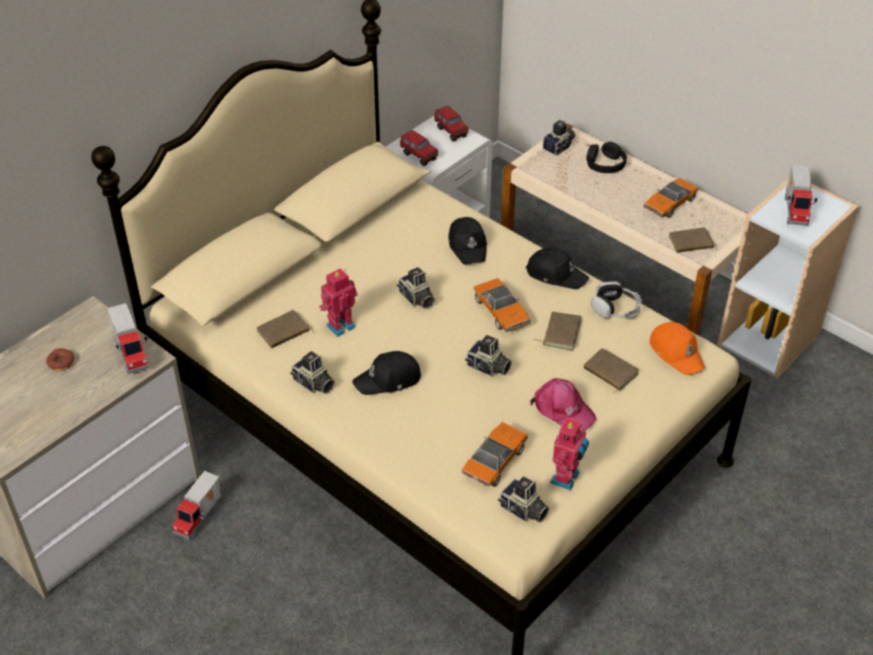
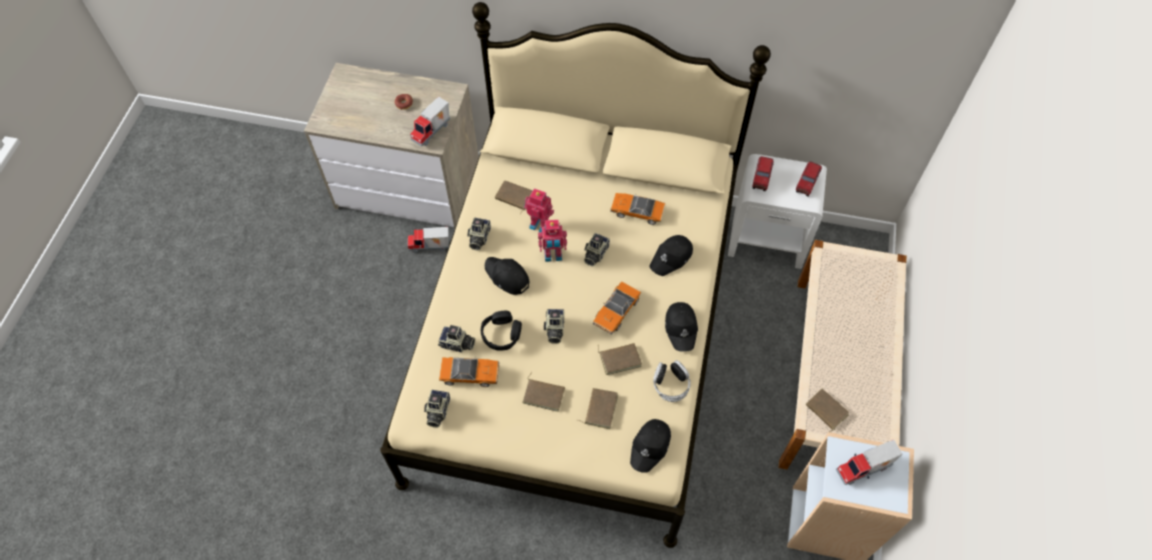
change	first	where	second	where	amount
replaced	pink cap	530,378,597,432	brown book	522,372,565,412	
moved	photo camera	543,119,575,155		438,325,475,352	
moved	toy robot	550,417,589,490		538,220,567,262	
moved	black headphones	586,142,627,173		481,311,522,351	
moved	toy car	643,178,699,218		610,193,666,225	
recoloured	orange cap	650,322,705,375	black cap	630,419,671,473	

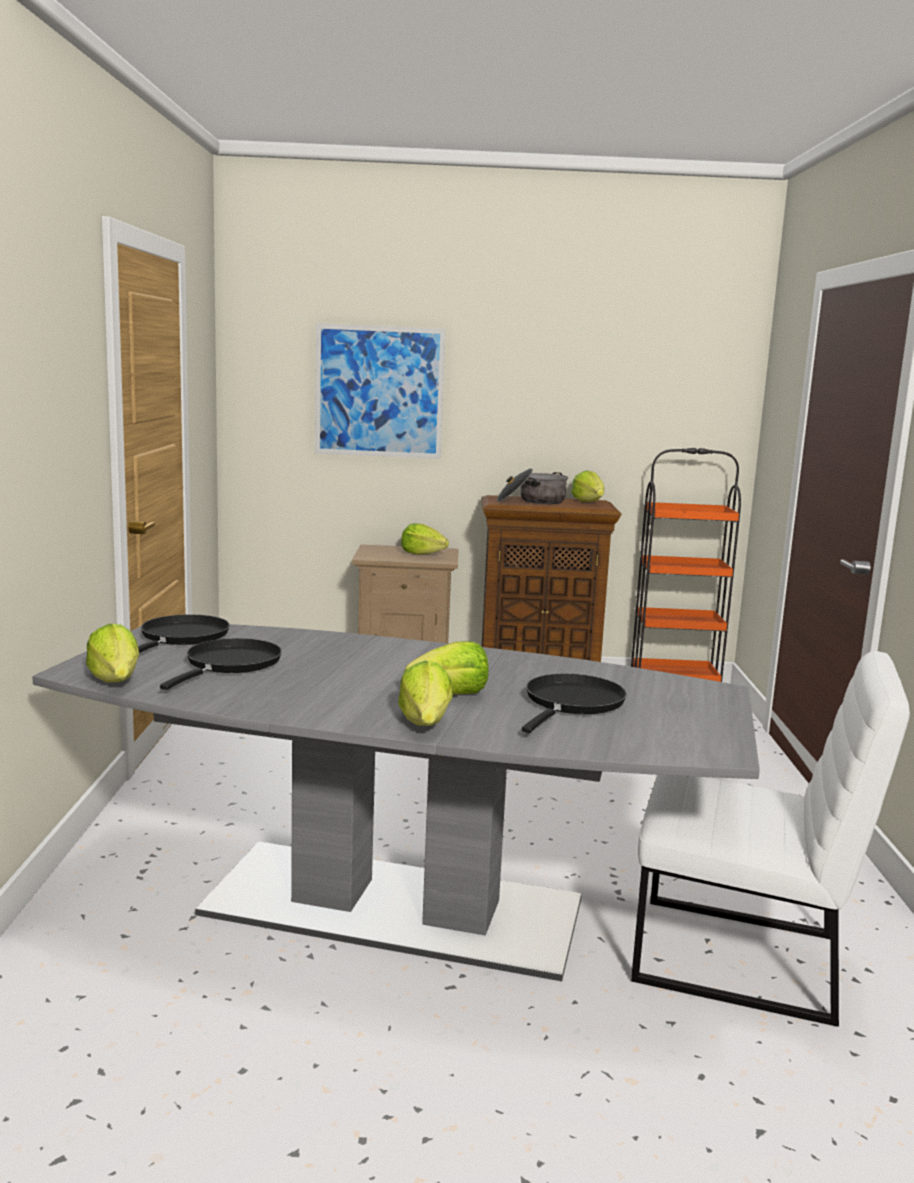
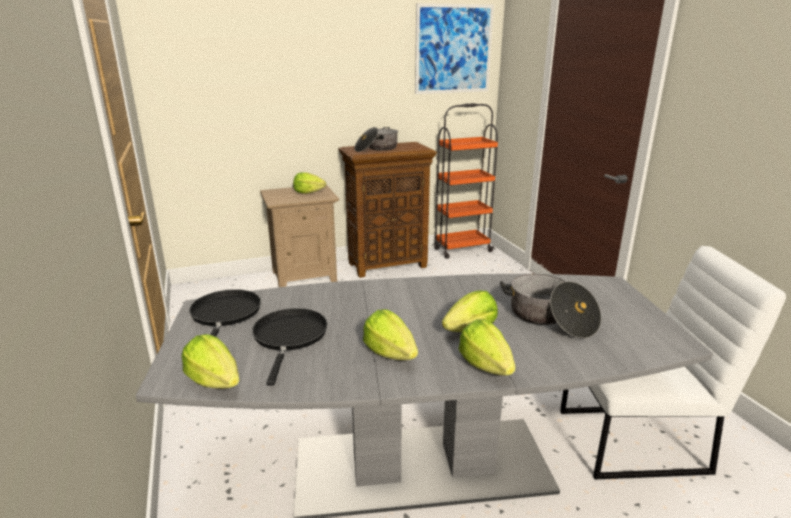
change	first	where	second	where	amount
moved	picture	315,323,446,459		415,3,494,94	
replaced	black frying pan	522,674,627,733	cooking pot	500,274,601,339	
moved	lettuce	571,471,604,502		363,309,418,360	

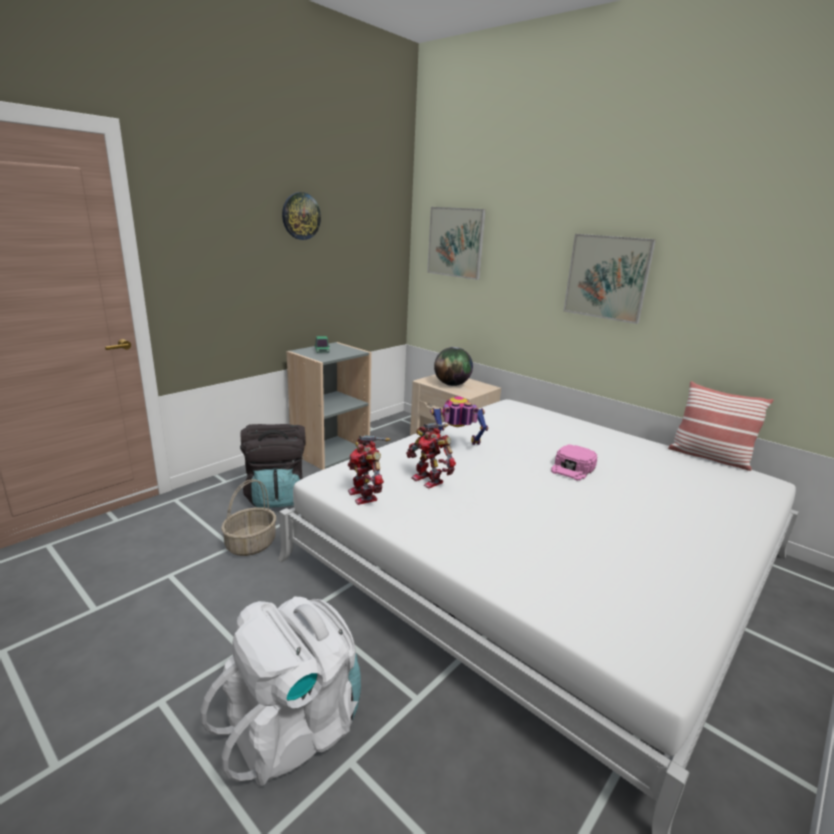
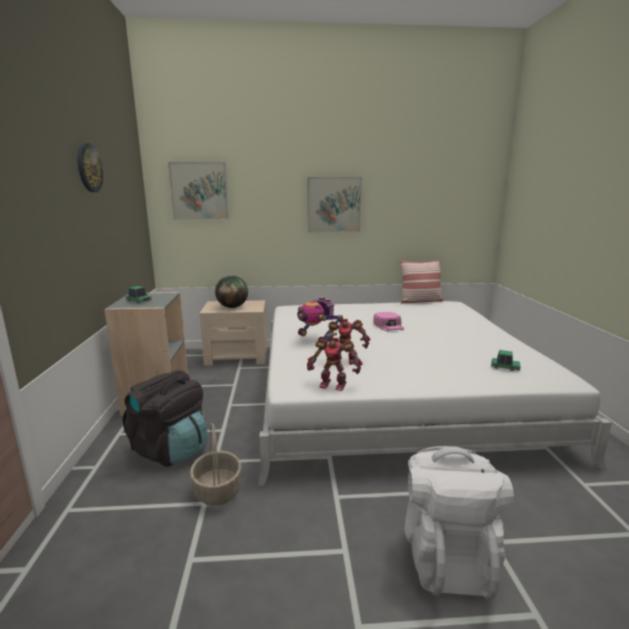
change	first	where	second	where	amount
turned	toy robot	431,396,488,445		297,297,343,340	75 degrees counterclockwise
added			toy car	491,350,520,371	

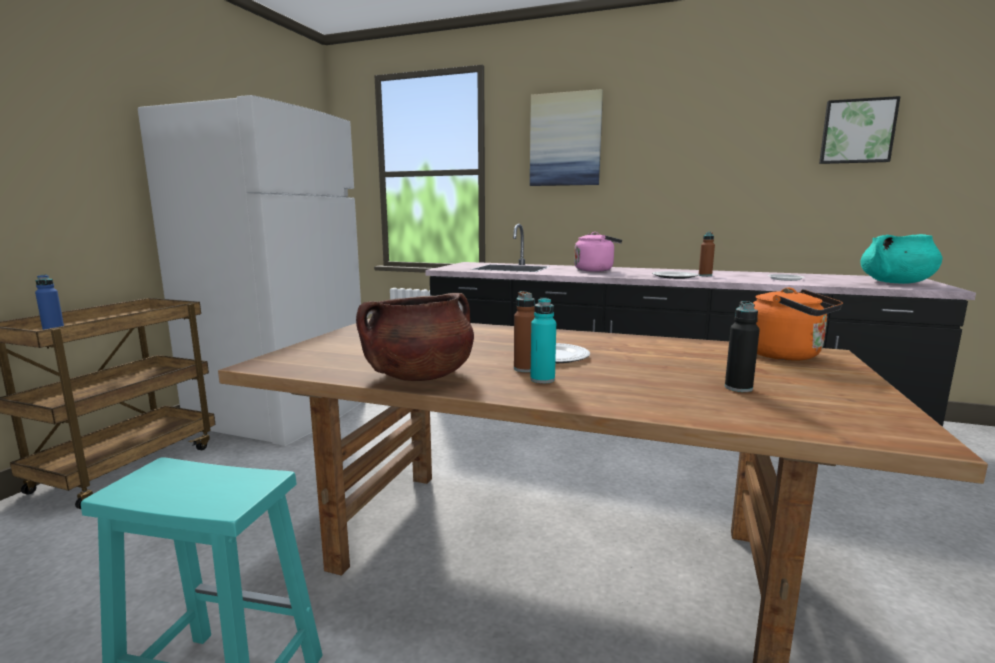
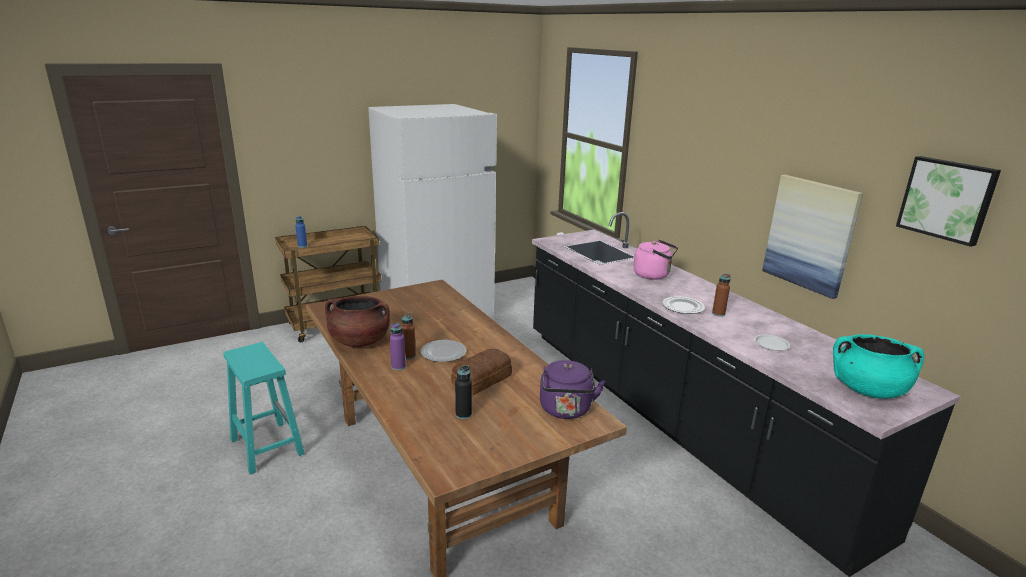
change	first	where	second	where	amount
moved	picture	530,89,603,186		762,175,863,299	
recoloured	turquoise bottle	530,298,556,383	purple bottle	390,323,406,370	
recoloured	orange kettle	753,287,843,361	purple kettle	540,360,605,419	
added			bread	451,349,512,395	

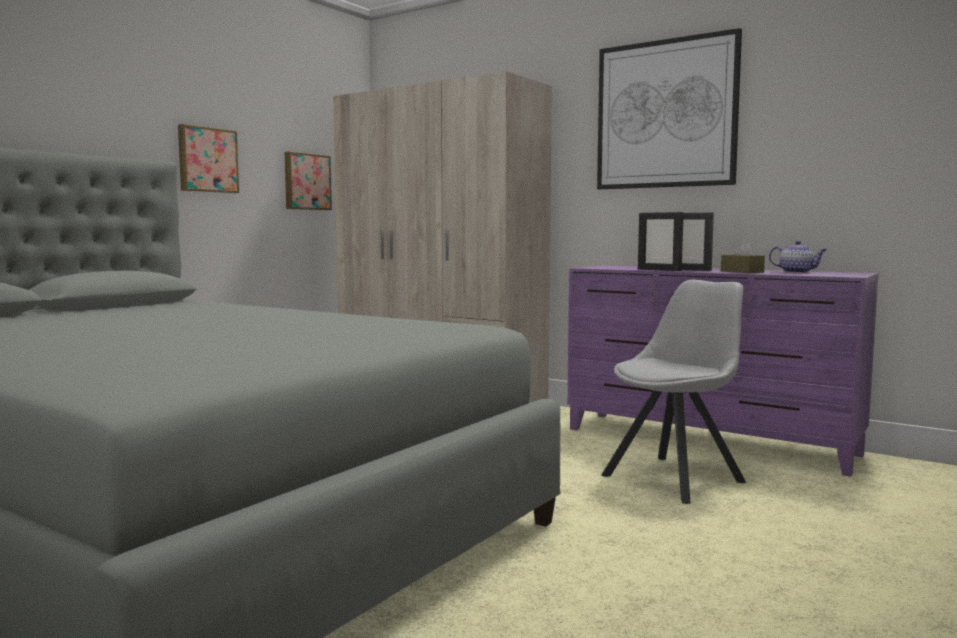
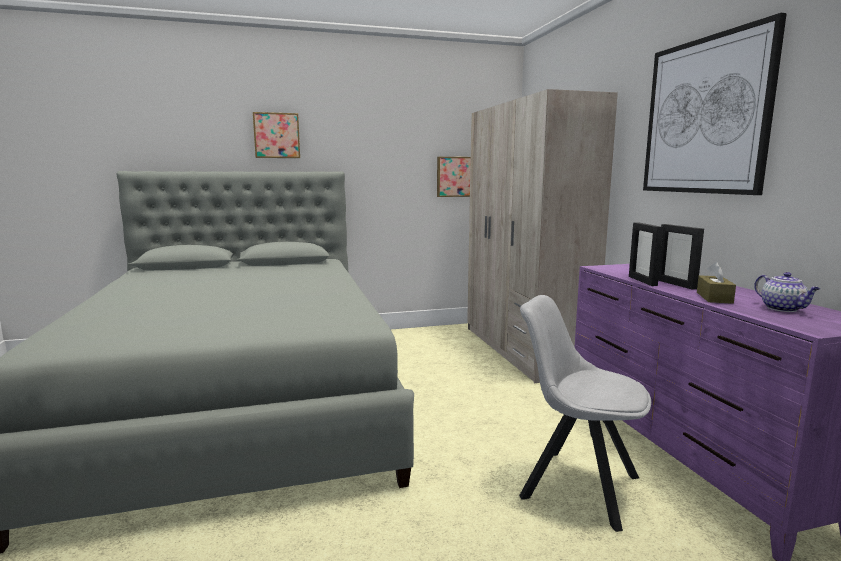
change	first	where	second	where	amount
moved	picture	178,124,239,193		253,112,300,158	
turned	grey chair	602,280,746,504		519,295,651,532	150 degrees counterclockwise

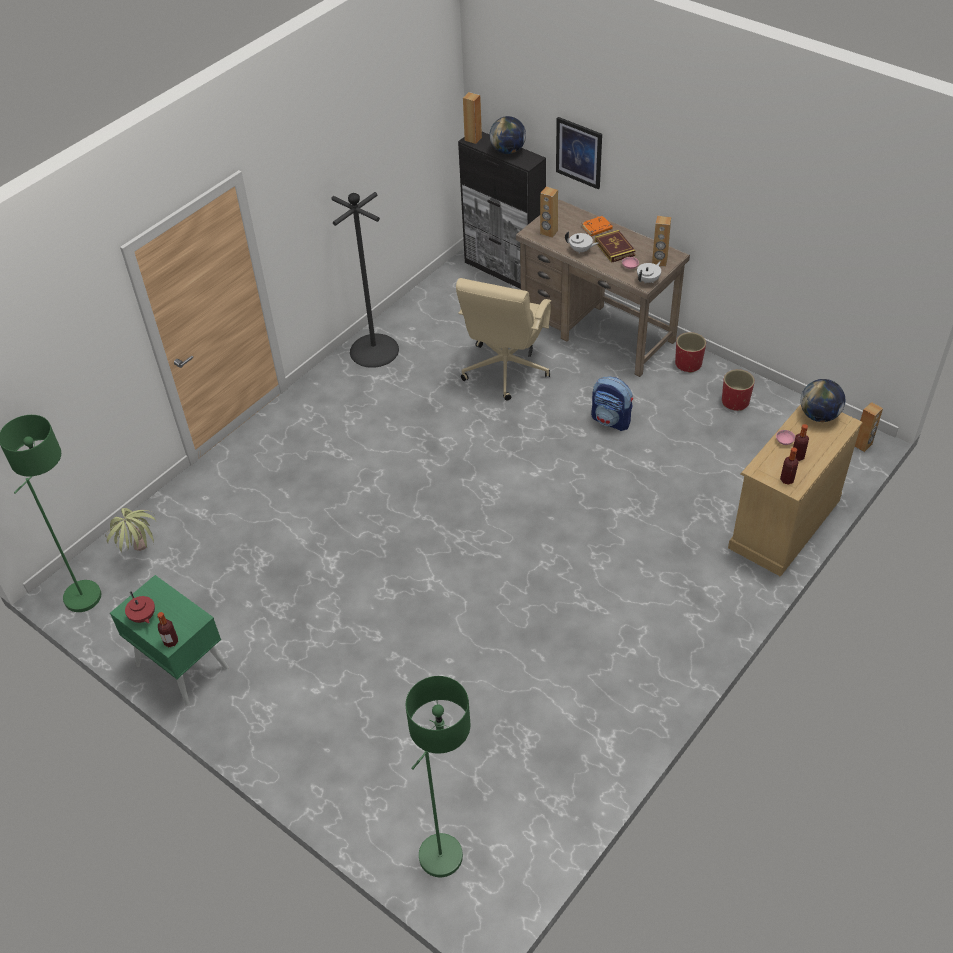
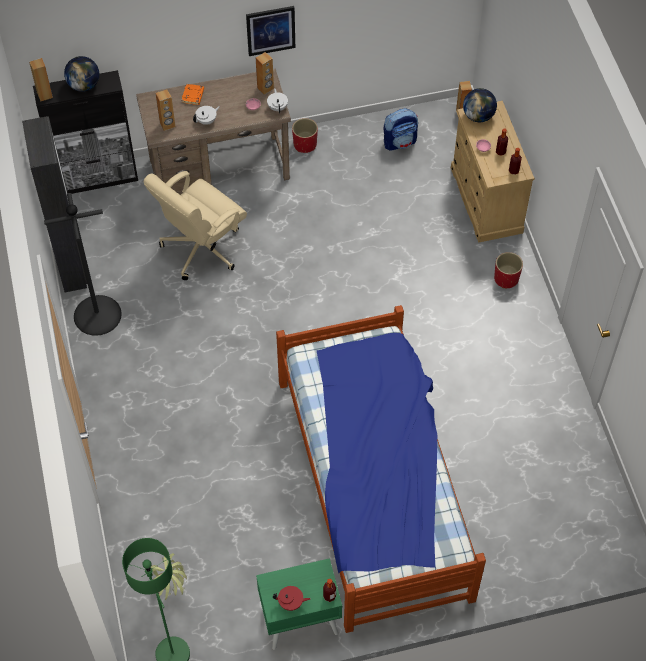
change	first	where	second	where	amount
removed	green floor lamp	406,676,470,877			
turned	beige office chair	456,278,551,401		144,171,247,280	75 degrees clockwise
moved	picture	556,117,602,189		246,6,295,56	
moved	backpack	591,377,633,431		384,108,418,151	
removed	book	595,230,635,263			
moved	red planter	722,369,755,411		494,252,523,289	
added			black wardrobe	22,116,87,292	
added			bed	276,305,486,633	

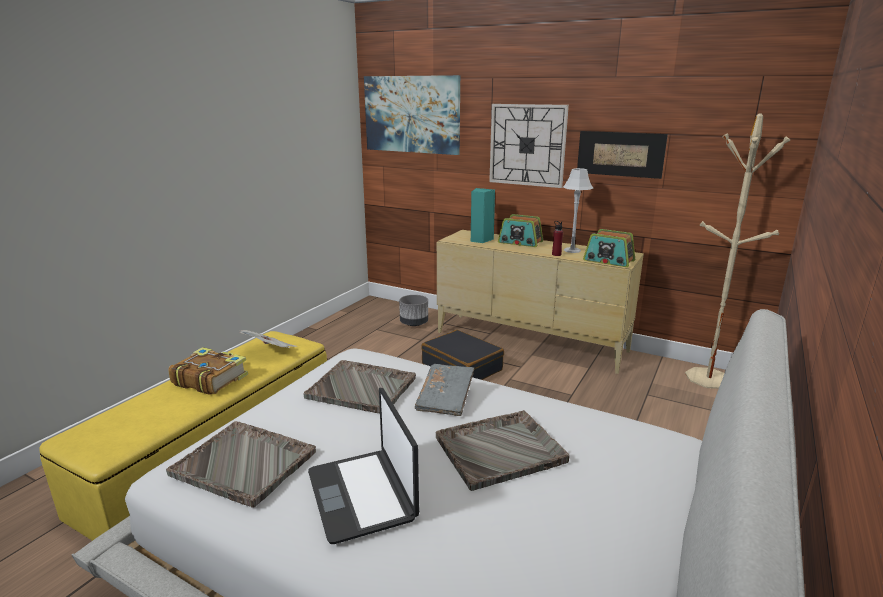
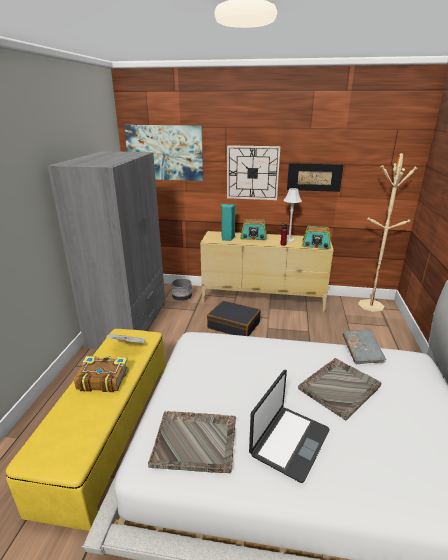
change	first	where	second	where	amount
removed	grey tray	303,360,416,413			
turned	laptop	308,388,419,544		249,370,329,483	105 degrees counterclockwise
moved	grey book	415,364,474,416		343,329,386,364	
added			grey wardrobe	48,151,165,349	

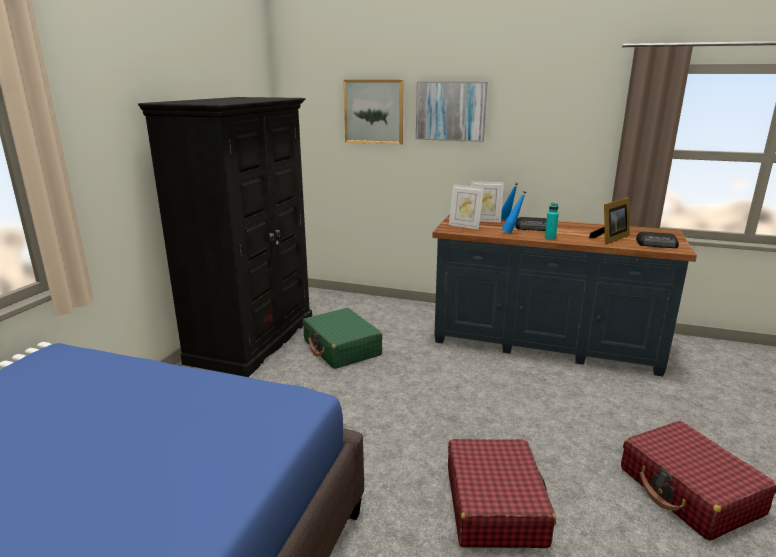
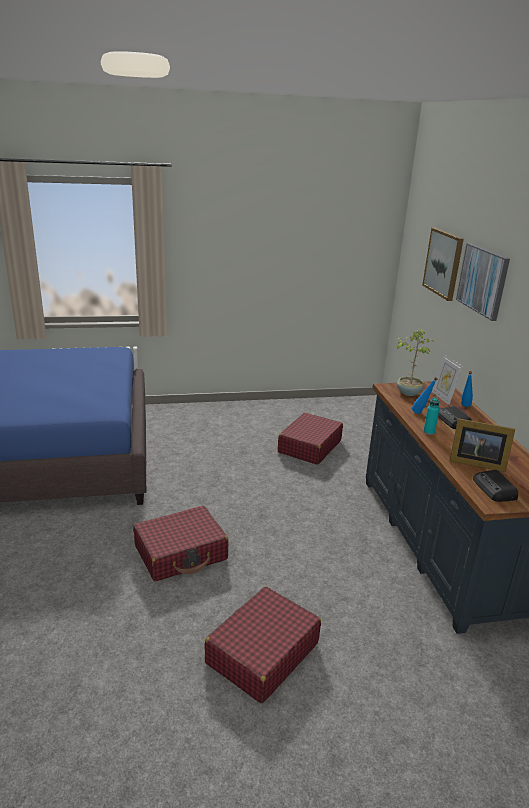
change	first	where	second	where	amount
removed	black wardrobe	138,97,312,377			
recoloured	green suitcase	303,308,382,369	red suitcase	278,413,343,465	
replaced	picture frame	449,184,484,230	potted plant	396,329,434,396	

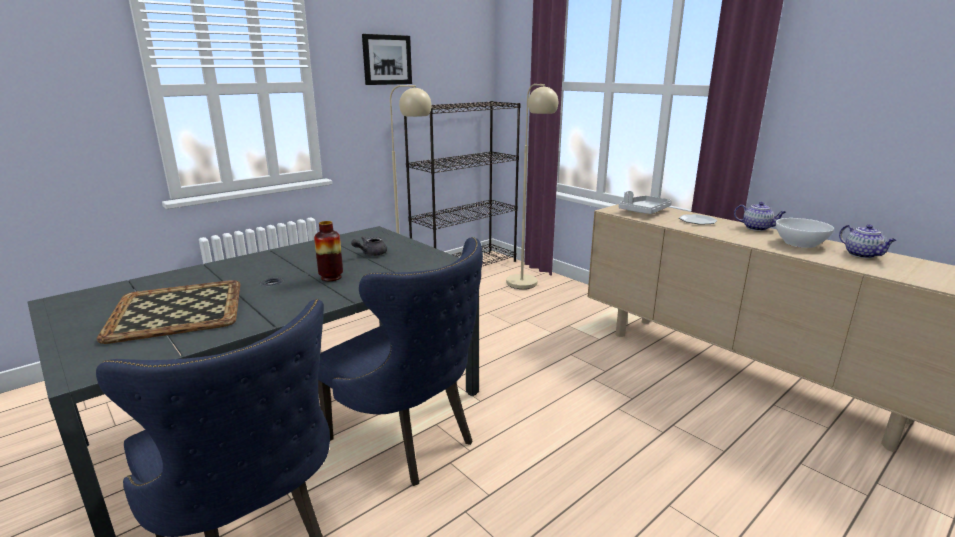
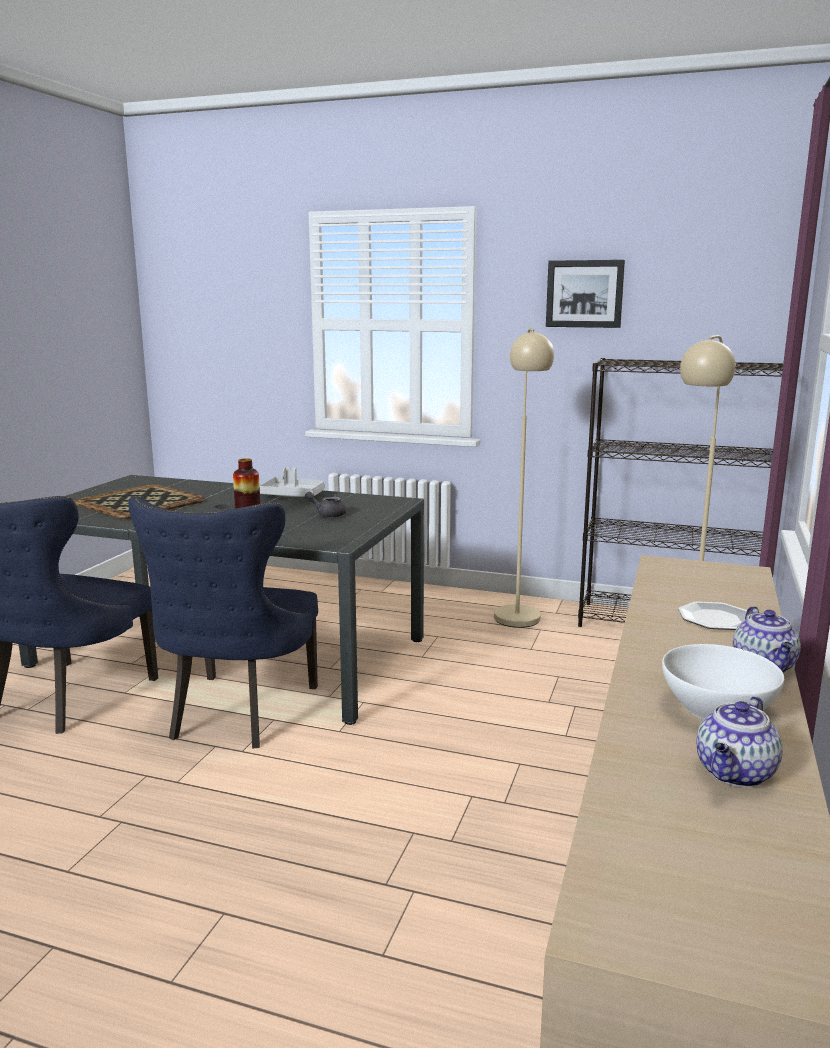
change	first	where	second	where	amount
moved	grey tray	619,191,672,214		260,467,325,497	

